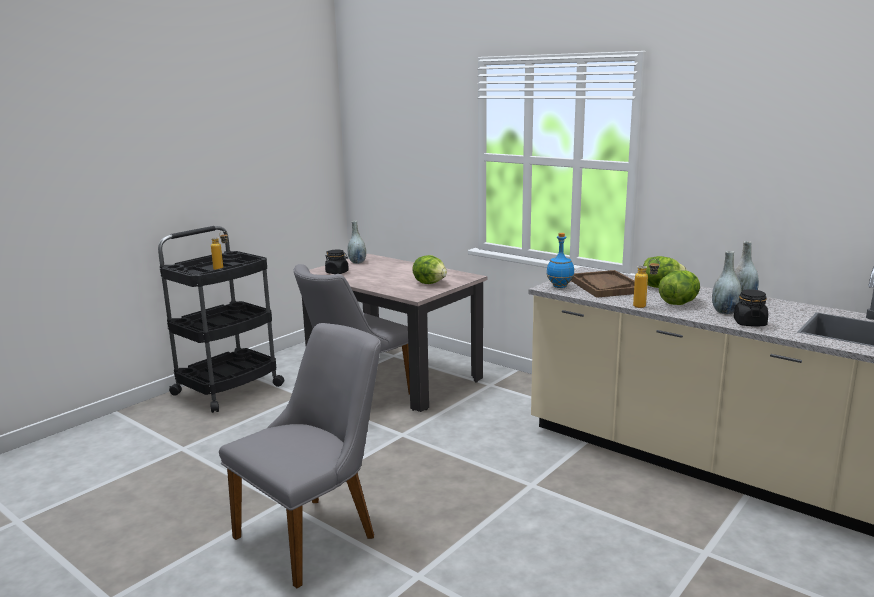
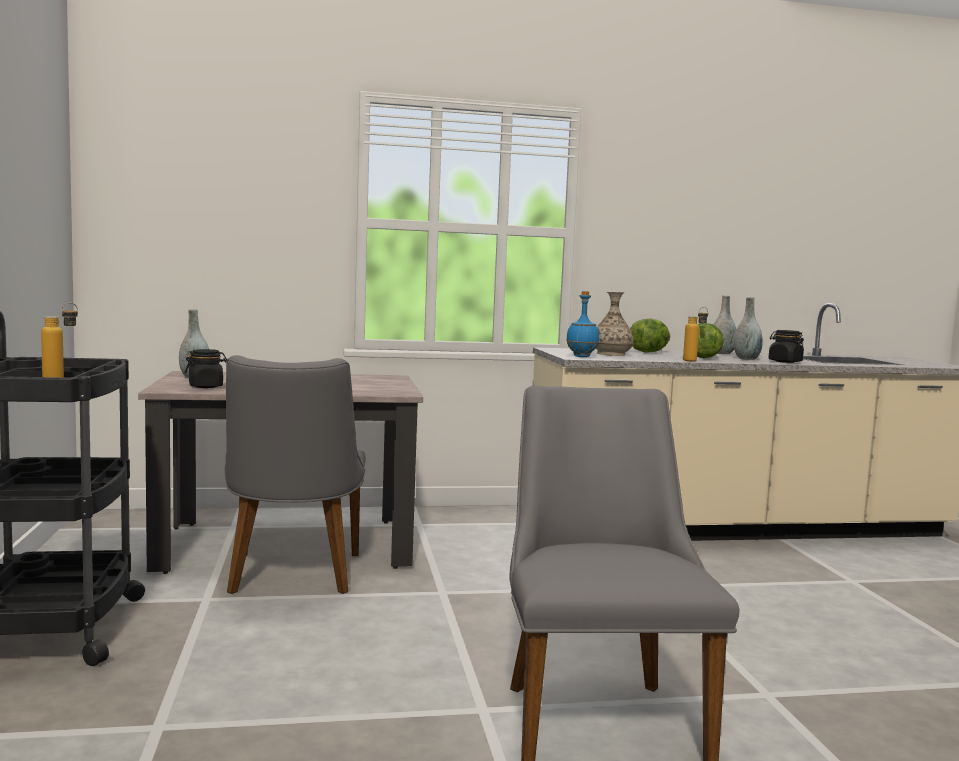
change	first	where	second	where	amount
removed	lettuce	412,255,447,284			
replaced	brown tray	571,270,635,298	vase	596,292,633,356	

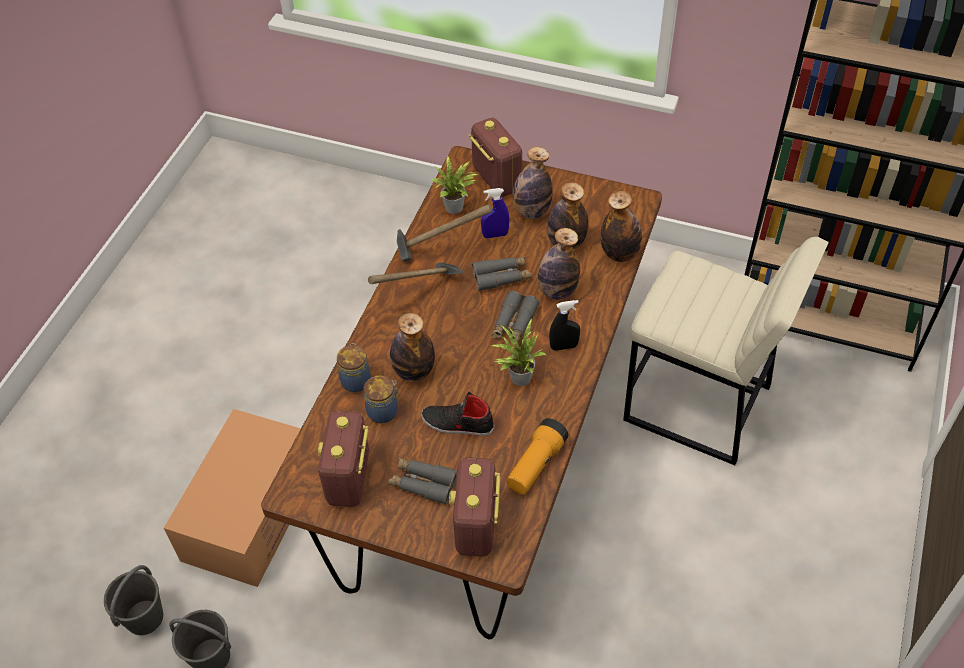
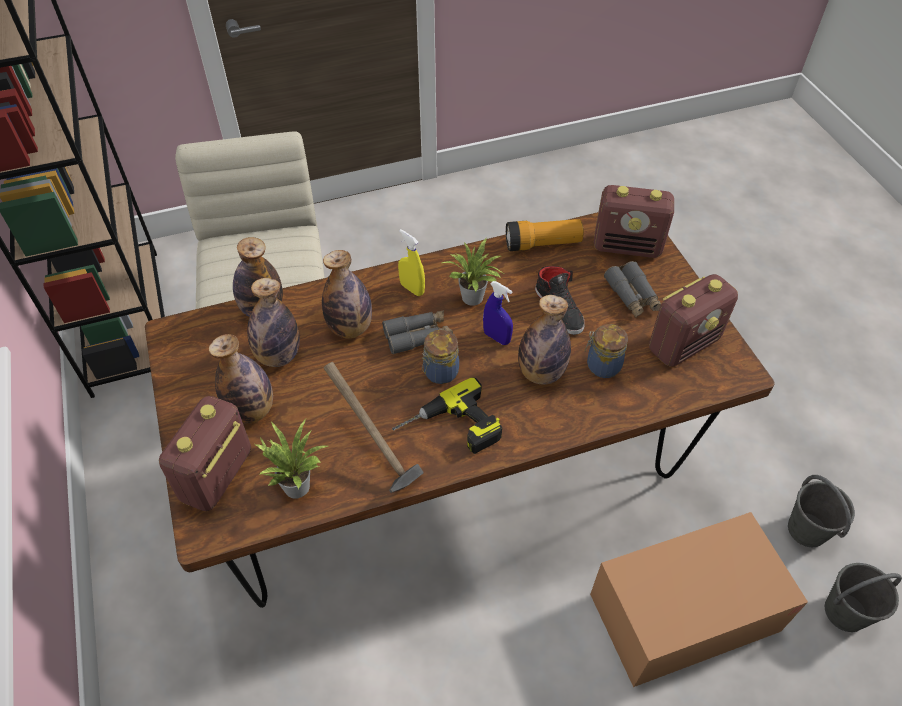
change	first	where	second	where	amount
moved	jar	337,343,371,392		422,330,459,384	
replaced	hammer	368,262,463,284	power drill	392,377,502,454	
turned	radio	449,457,500,557		594,185,674,258	45 degrees clockwise
removed	grey binoculars	472,256,532,291			
moved	blue spray bottle	481,188,509,239		483,281,513,345	
recoloured	black spray bottle	549,300,580,351	yellow spray bottle	398,229,425,296	

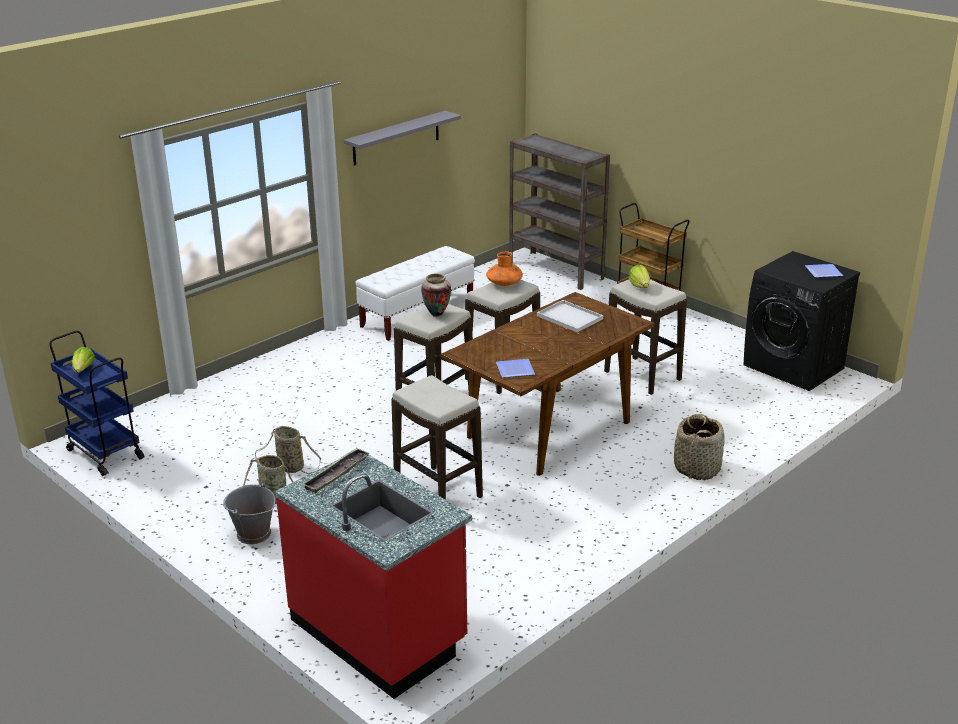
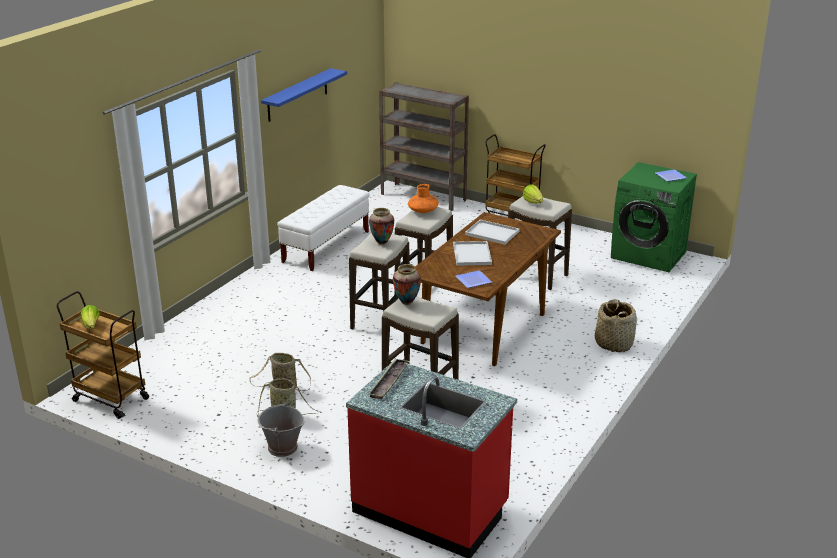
change	first	where	second	where	amount
recoloured	blue cart	49,331,144,476	brown cart	57,291,149,419	
recoloured	grey shelf	344,111,461,166	blue shelf	261,68,347,122	
recoloured	black washing machine	744,251,860,391	green washing machine	611,162,697,272	
added			vase	393,264,421,305	
added			white tray	453,241,492,266	

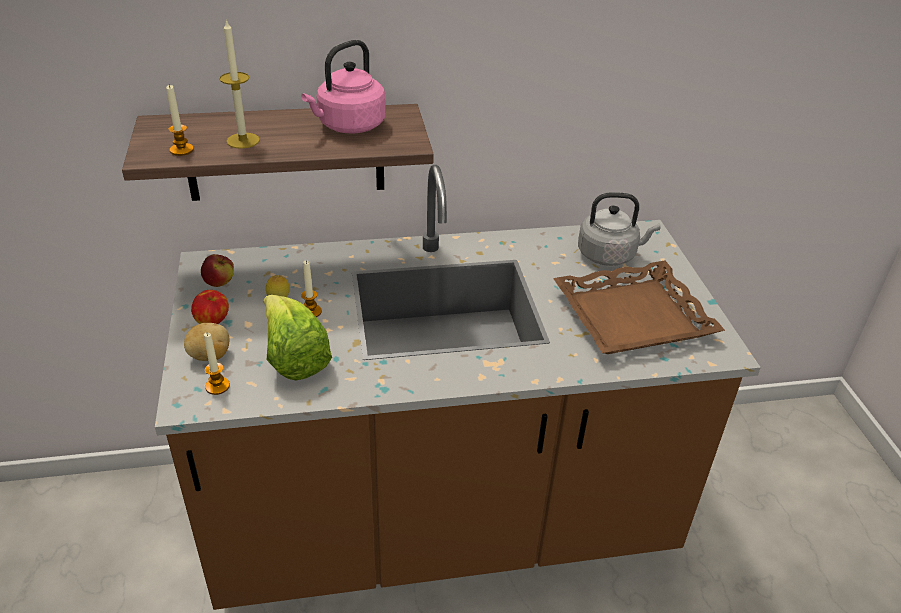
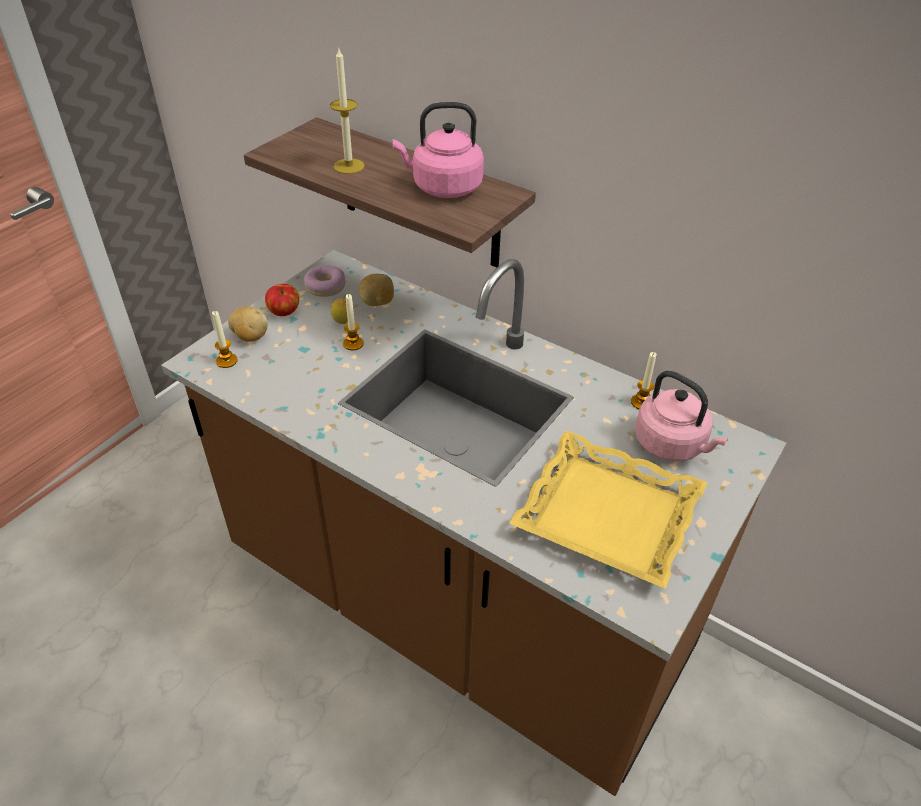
change	first	where	second	where	amount
moved	candle	166,84,194,156		631,352,656,409	
replaced	apple	201,254,234,287	donut	304,265,345,297	
removed	lettuce	264,295,332,380			
recoloured	brown tray	553,261,725,354	yellow tray	509,430,708,589	
recoloured	grey kettle	578,192,661,266	pink kettle	635,371,728,461	
added			potato	359,273,394,306	

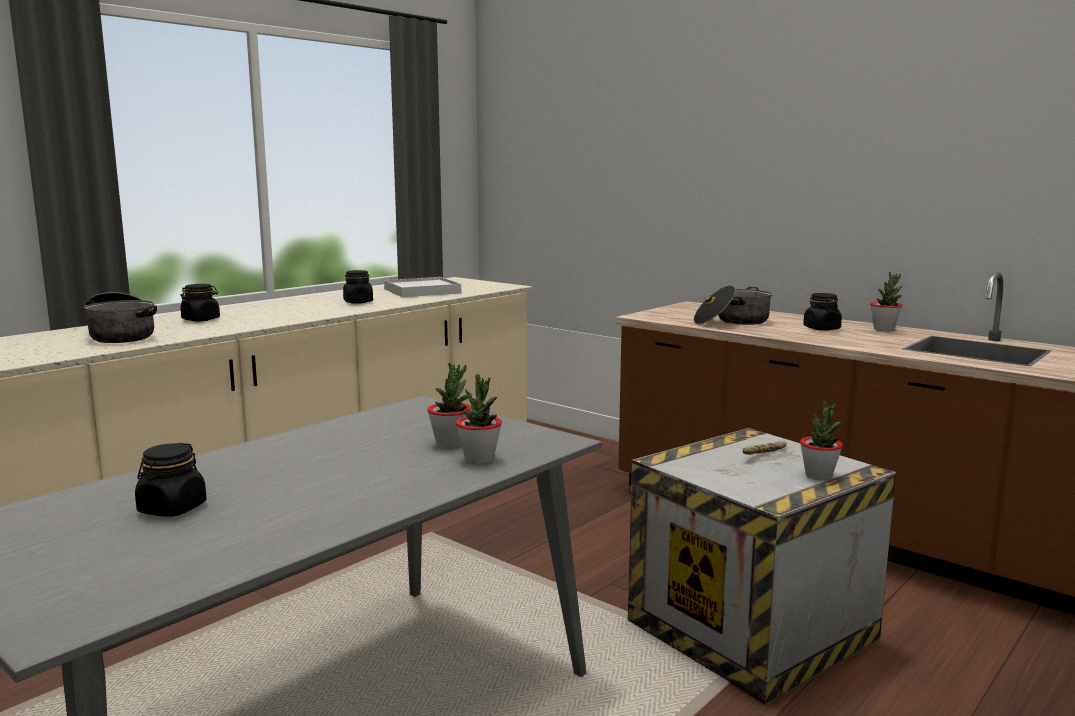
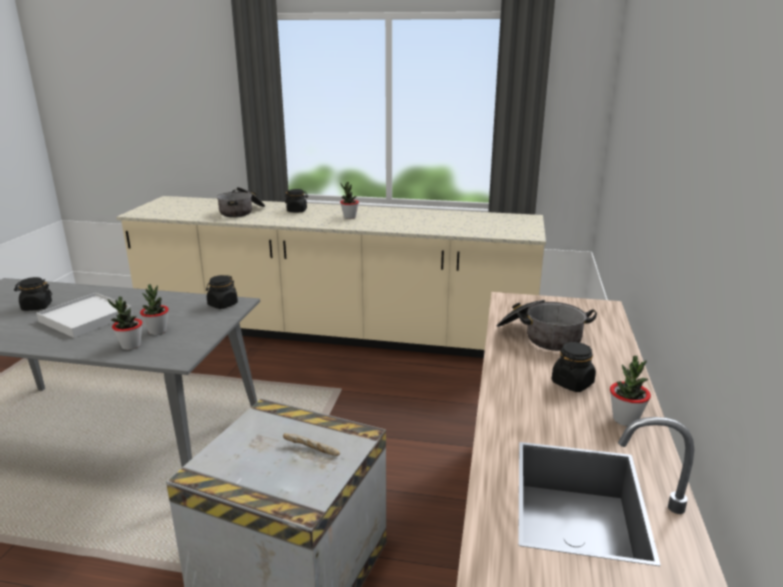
change	first	where	second	where	amount
moved	black jar	343,270,373,304		206,275,238,309	
moved	white tray	384,277,461,297		36,293,133,338	
moved	potted plant	800,401,843,480		340,182,359,219	

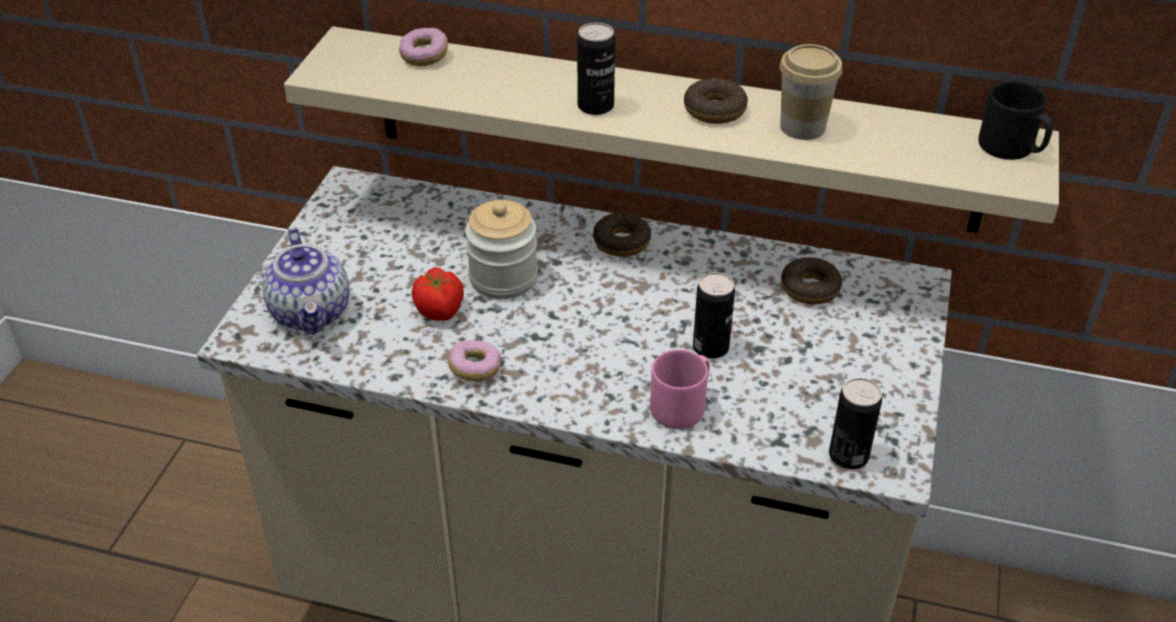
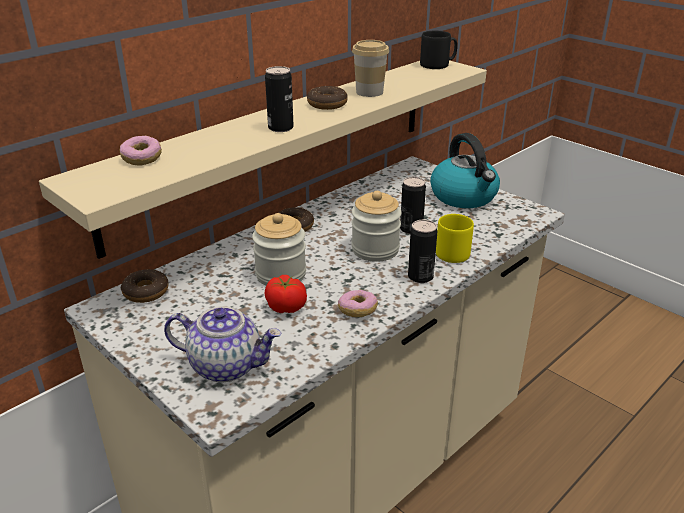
change	first	where	second	where	amount
recoloured	pink mug	650,350,710,429	yellow mug	436,214,474,263	
moved	donut	781,257,842,304		121,269,169,303	
moved	can	829,378,882,469		408,220,437,283	
added			jar	351,191,402,262	
added			kettle	430,133,500,208	

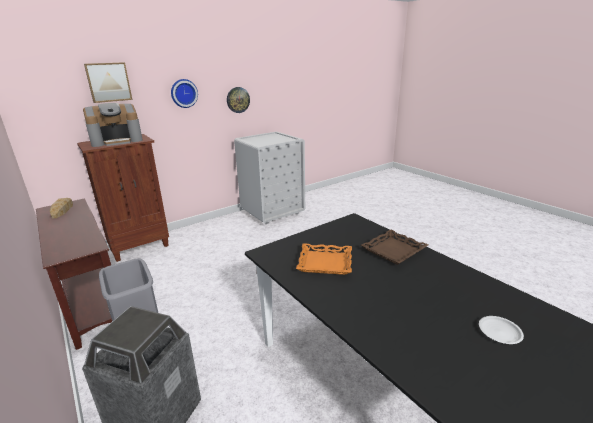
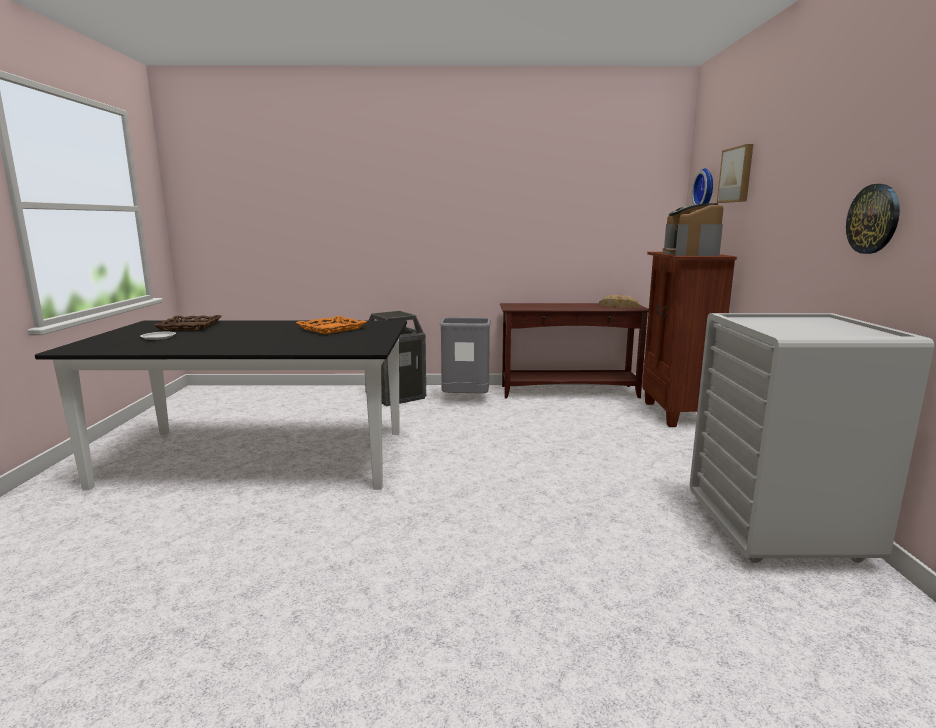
change	first	where	second	where	amount
moved	wall clock	171,79,198,108		692,168,713,205	
moved	brown tray	361,230,428,265		153,315,221,331	

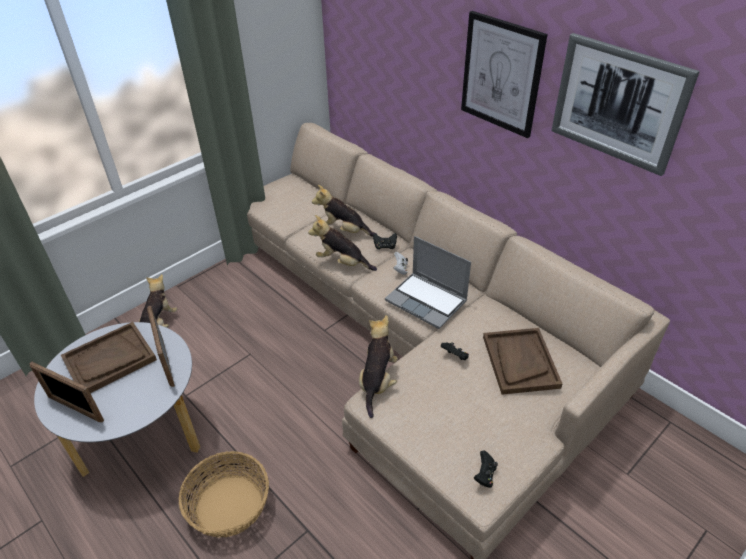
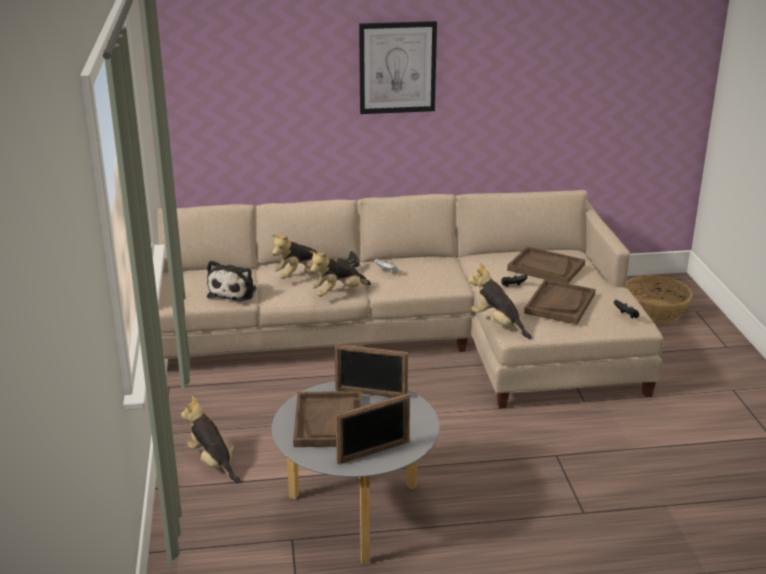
change	first	where	second	where	amount
moved	basket	179,451,269,537		626,275,693,323	
removed	laptop	385,236,471,329			
removed	picture	551,33,700,176			
added			plush toy	207,260,257,302	
added			brown tray	524,279,595,324	

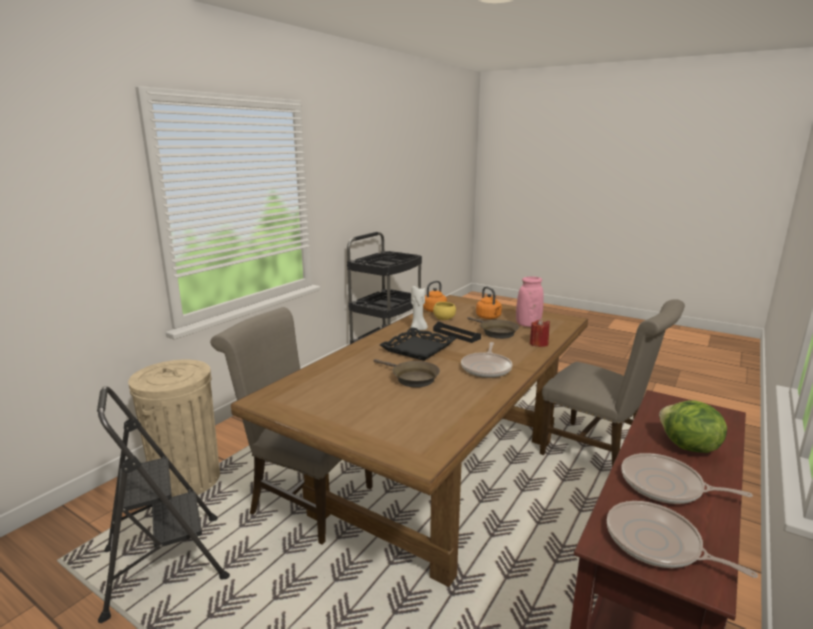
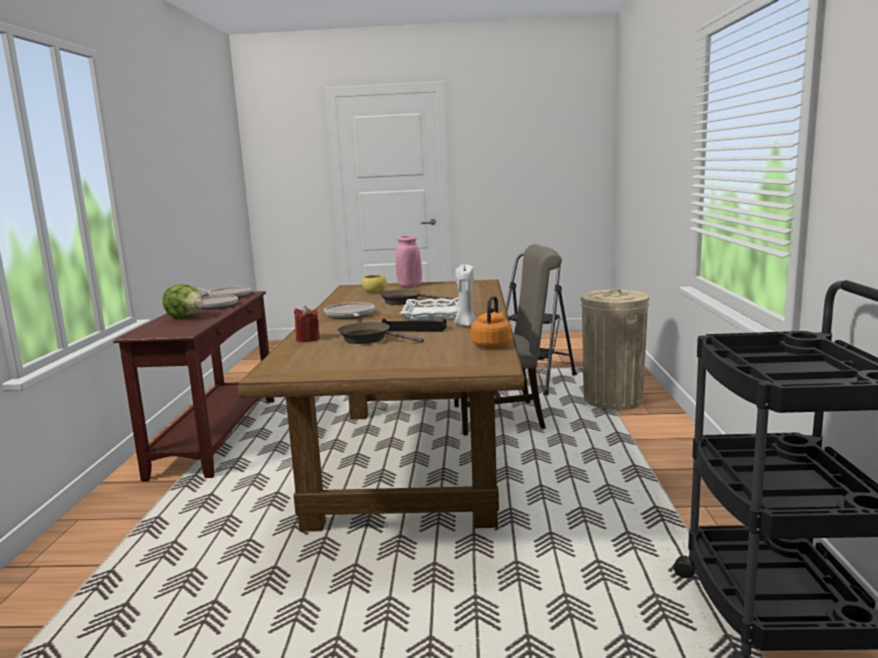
change	first	where	second	where	amount
recoloured	black tray	380,327,456,361	white tray	400,297,459,320	
moved	yellow bowl	433,302,456,320		362,275,387,293	
removed	orange kettle	476,286,502,319			
moved	pink vase	516,276,544,327		396,236,422,287	
removed	beige chair	540,299,685,466			

